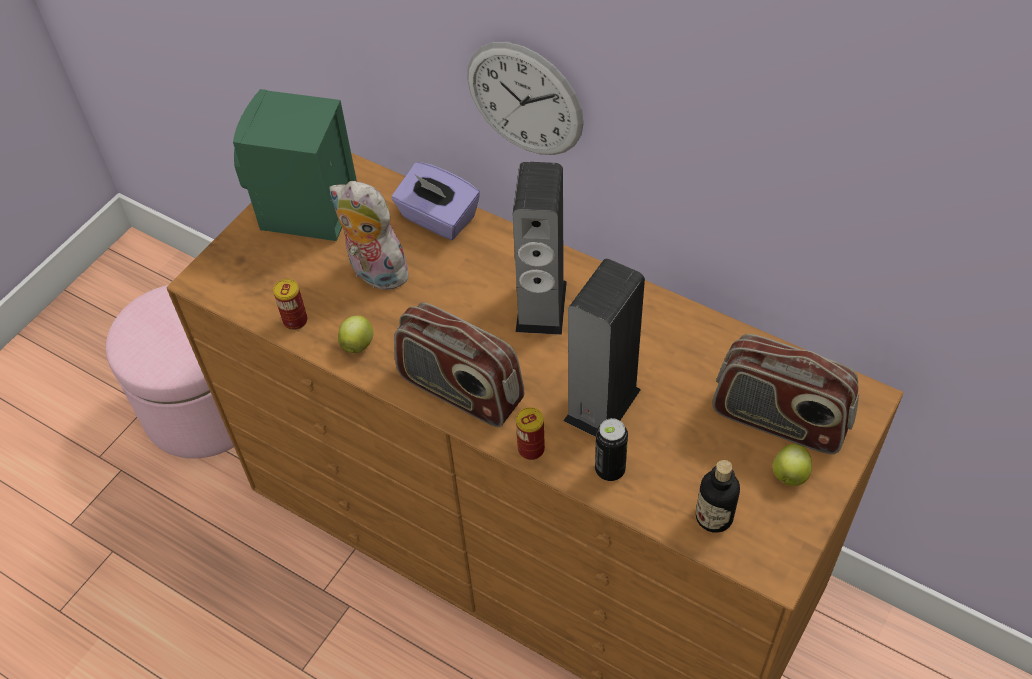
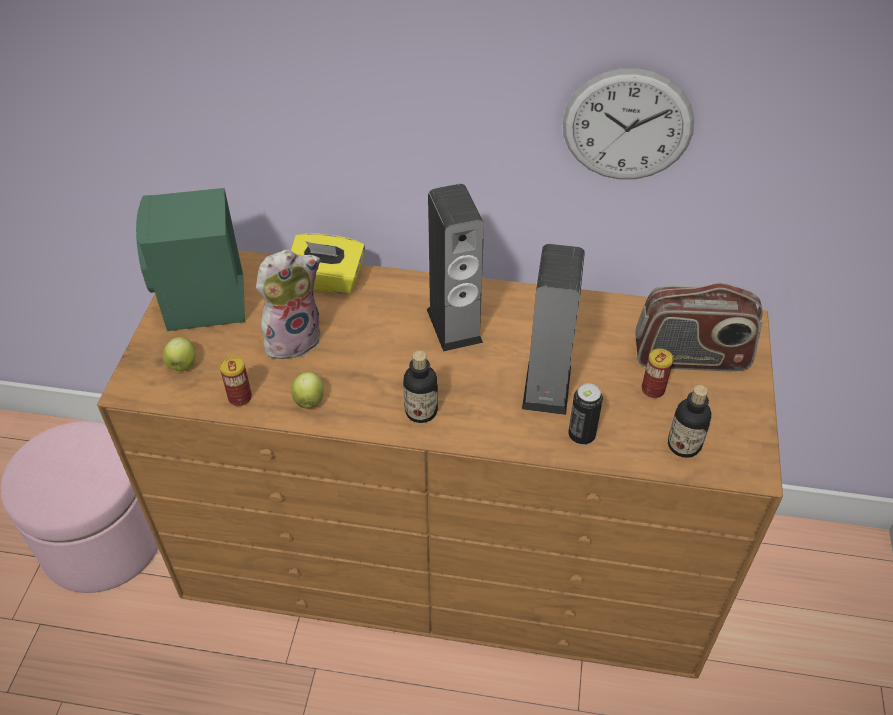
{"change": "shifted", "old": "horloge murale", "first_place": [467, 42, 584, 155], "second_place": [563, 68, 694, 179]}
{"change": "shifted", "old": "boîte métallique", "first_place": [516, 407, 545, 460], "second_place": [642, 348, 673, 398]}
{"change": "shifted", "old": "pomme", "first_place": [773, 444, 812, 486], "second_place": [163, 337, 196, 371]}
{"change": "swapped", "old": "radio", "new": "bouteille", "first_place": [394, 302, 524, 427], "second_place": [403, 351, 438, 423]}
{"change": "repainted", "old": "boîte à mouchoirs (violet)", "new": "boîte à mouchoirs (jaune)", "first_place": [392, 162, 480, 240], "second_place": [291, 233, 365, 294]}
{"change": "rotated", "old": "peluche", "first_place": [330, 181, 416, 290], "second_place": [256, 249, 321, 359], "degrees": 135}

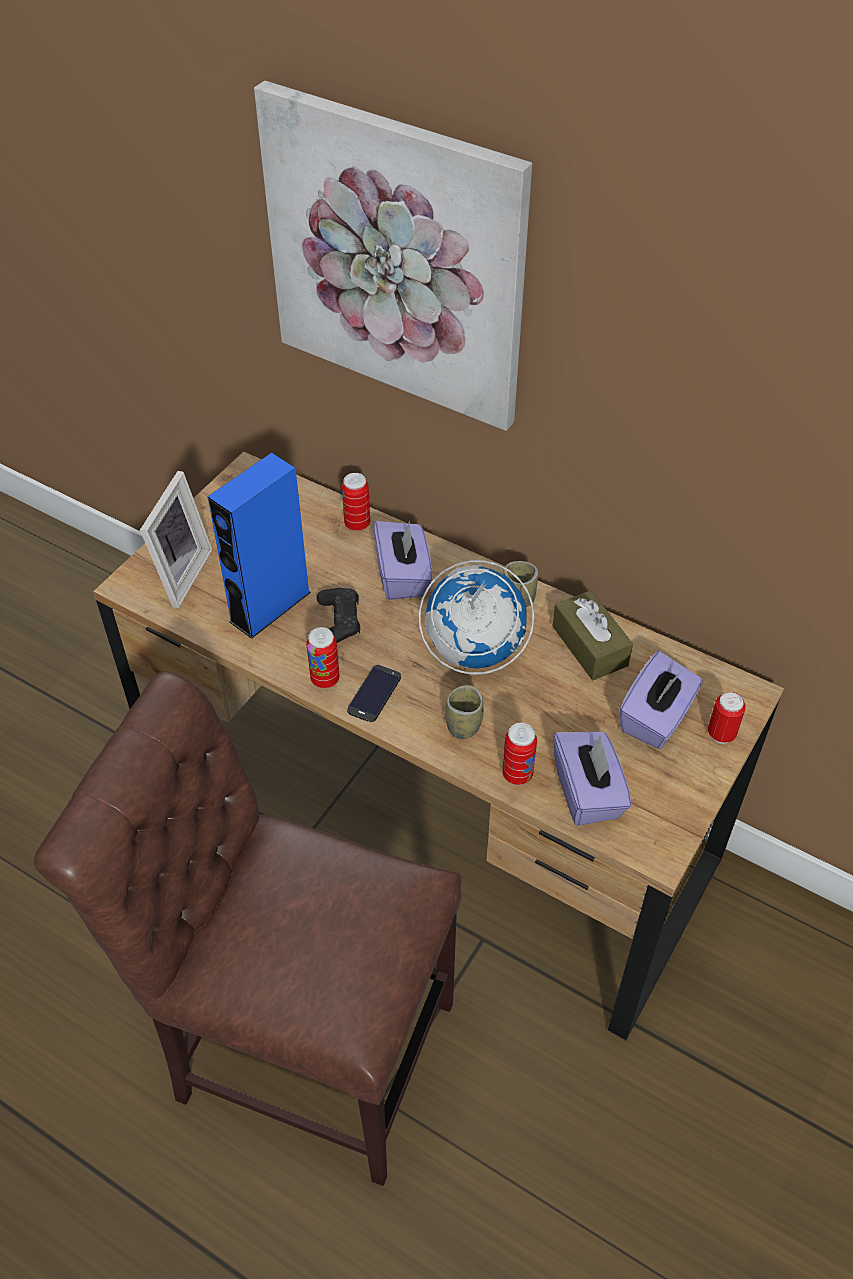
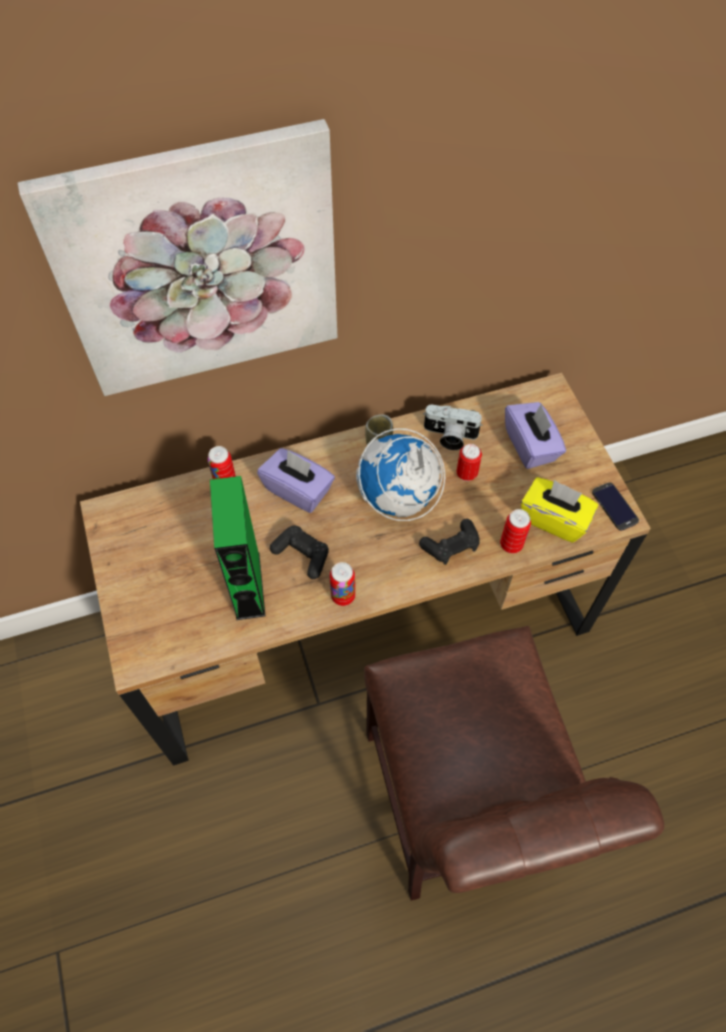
{"change": "gone", "old": "cadre photo", "first_place": [140, 471, 212, 608]}
{"change": "shifted", "old": "téléphone", "first_place": [347, 665, 401, 722], "second_place": [592, 482, 639, 531]}
{"change": "shifted", "old": "boîte métallique", "first_place": [708, 692, 746, 744], "second_place": [456, 444, 482, 481]}
{"change": "swapped", "old": "tasse", "new": "manette (noir)", "first_place": [445, 685, 484, 739], "second_place": [419, 519, 480, 565]}
{"change": "swapped", "old": "boîte à mouchoirs (marron)", "new": "appareil photo", "first_place": [552, 590, 633, 680], "second_place": [423, 405, 482, 450]}
{"change": "repainted", "old": "enceinte (bleu)", "new": "enceinte (vert)", "first_place": [208, 453, 311, 639], "second_place": [210, 476, 265, 620]}
{"change": "repainted", "old": "boîte à mouchoirs (violet)", "new": "boîte à mouchoirs (jaune)", "first_place": [553, 732, 632, 826], "second_place": [521, 477, 598, 542]}
{"change": "rotated", "old": "chaise (marron)", "first_place": [34, 672, 462, 1186], "second_place": [364, 626, 664, 901], "degrees": -75}

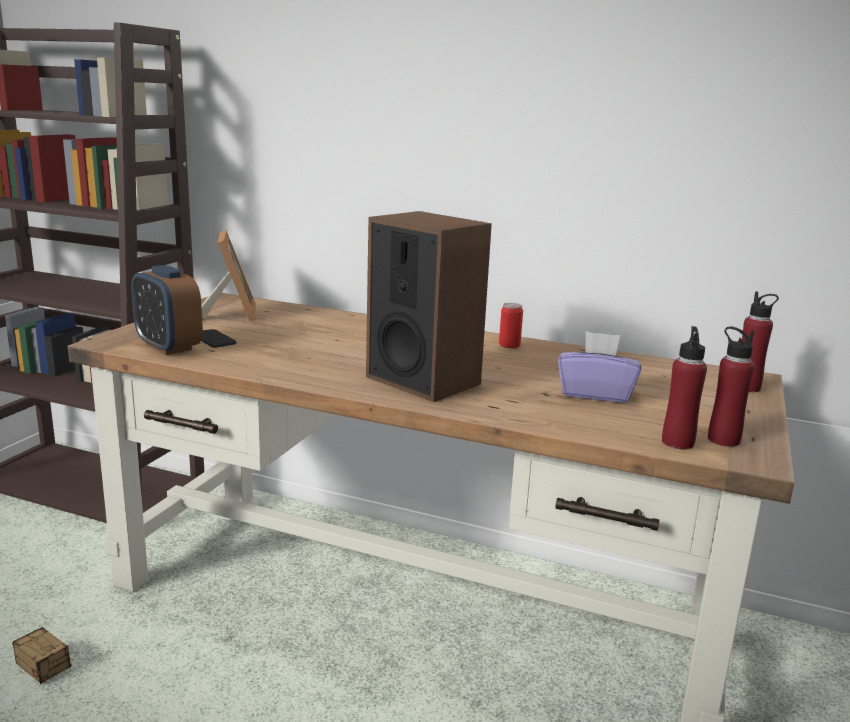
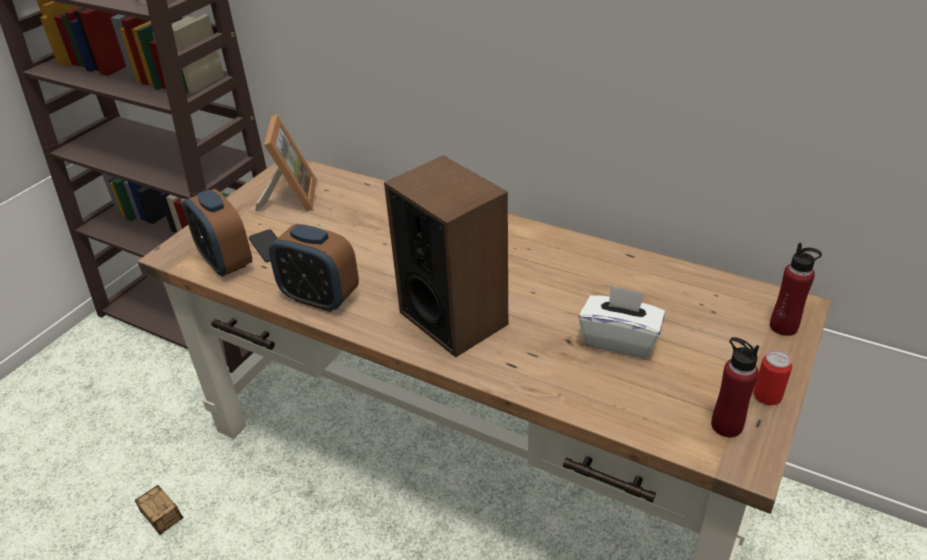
{"change": "gone", "old": "bouteille (rouge)", "first_place": [662, 326, 707, 449]}
{"change": "new", "new": "réveil", "second_place": [269, 224, 359, 312]}
{"change": "shifted", "old": "boîte métallique", "first_place": [499, 303, 523, 348], "second_place": [754, 350, 792, 405]}
{"change": "repainted", "old": "boîte à mouchoirs (violet)", "new": "boîte à mouchoirs (blanc)", "first_place": [558, 331, 641, 403], "second_place": [579, 285, 665, 358]}

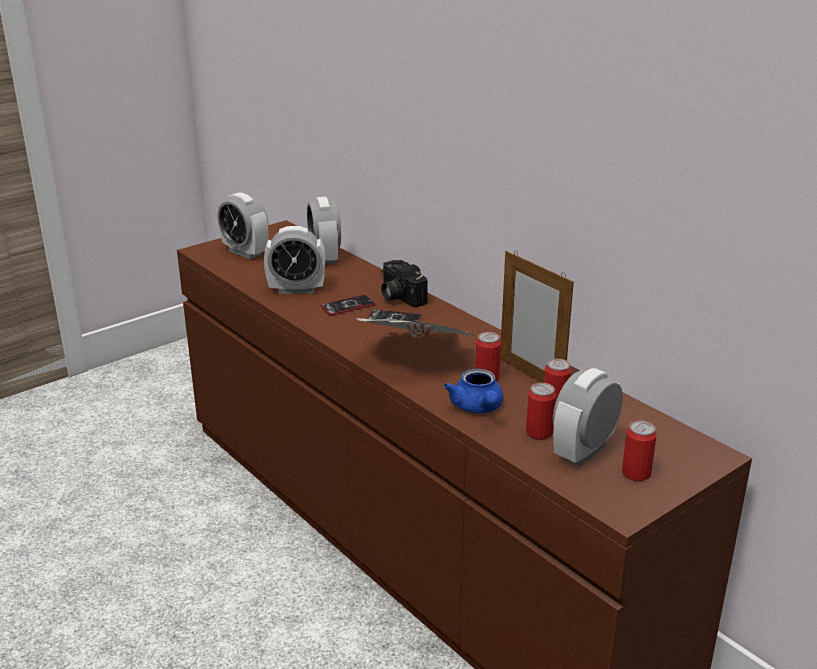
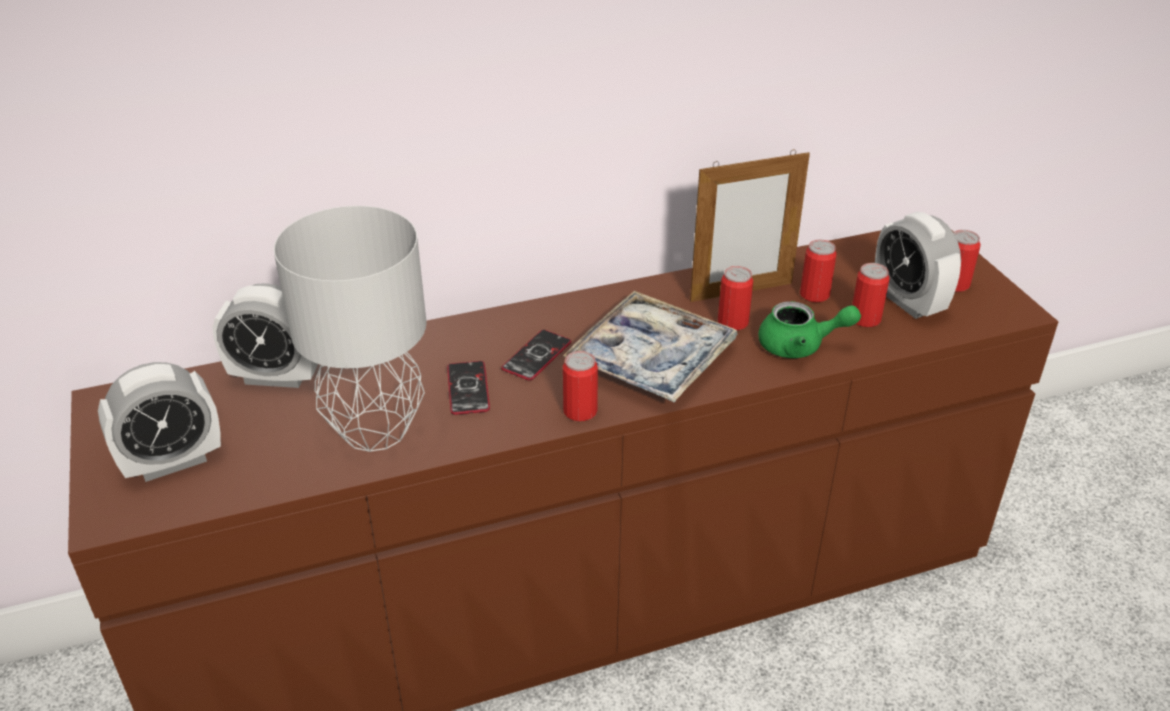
{"change": "gone", "old": "appareil photo", "first_place": [381, 260, 428, 308]}
{"change": "new", "new": "boîte métallique", "second_place": [563, 351, 598, 421]}
{"change": "swapped", "old": "réveil", "new": "lampe de table (gris)", "first_place": [264, 226, 325, 294], "second_place": [274, 206, 427, 452]}
{"change": "swapped", "old": "journal", "new": "plateau", "first_place": [356, 318, 475, 339], "second_place": [563, 291, 738, 403]}
{"change": "repainted", "old": "théière (bleu)", "new": "théière (vert)", "first_place": [444, 369, 503, 413], "second_place": [758, 301, 861, 358]}

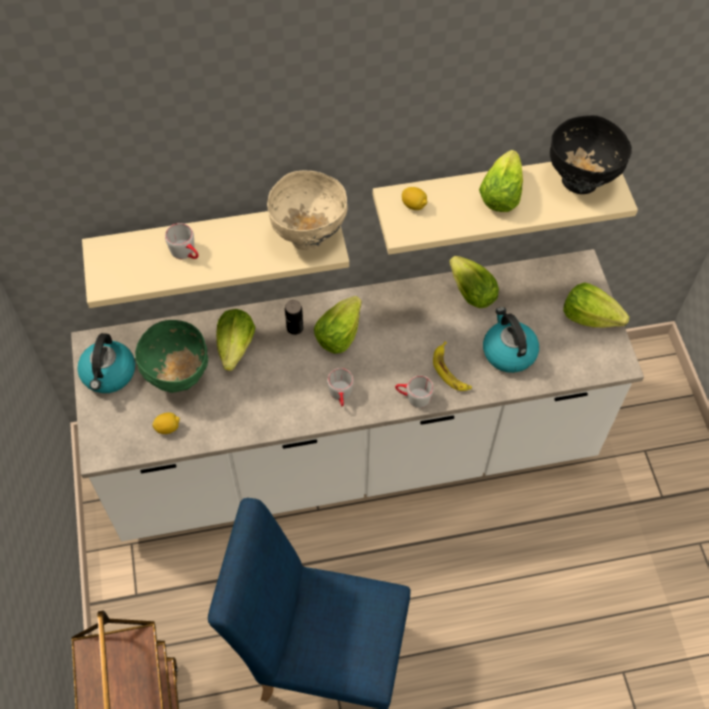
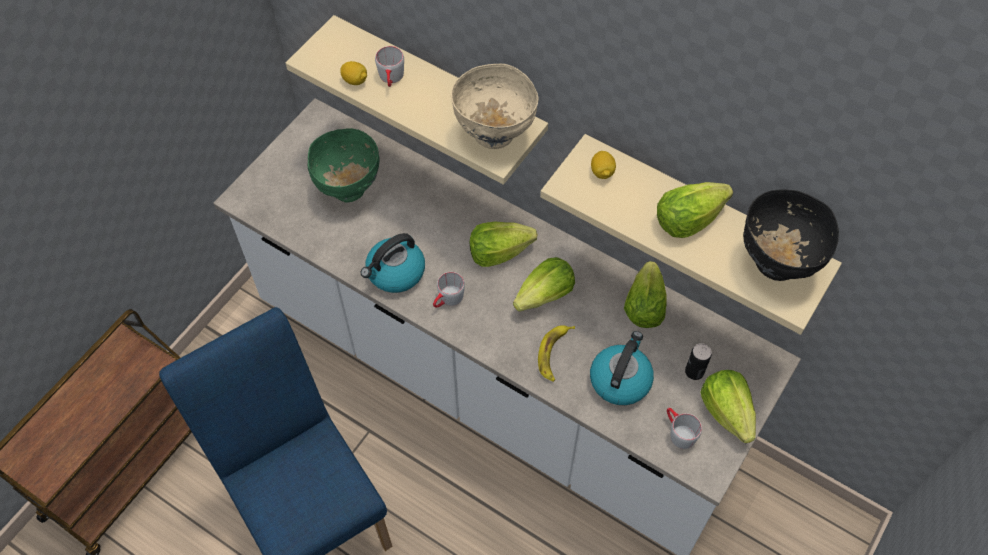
{"change": "shifted", "old": "bouilloire", "first_place": [77, 333, 135, 393], "second_place": [361, 233, 425, 293]}
{"change": "shifted", "old": "citron", "first_place": [153, 413, 180, 434], "second_place": [340, 61, 367, 85]}
{"change": "shifted", "old": "laitue", "first_place": [216, 309, 255, 371], "second_place": [513, 257, 575, 312]}
{"change": "shifted", "old": "boîte métallique", "first_place": [285, 300, 303, 335], "second_place": [685, 343, 712, 380]}
{"change": "shifted", "old": "mug (gris)", "first_place": [395, 376, 434, 408], "second_place": [667, 408, 702, 449]}

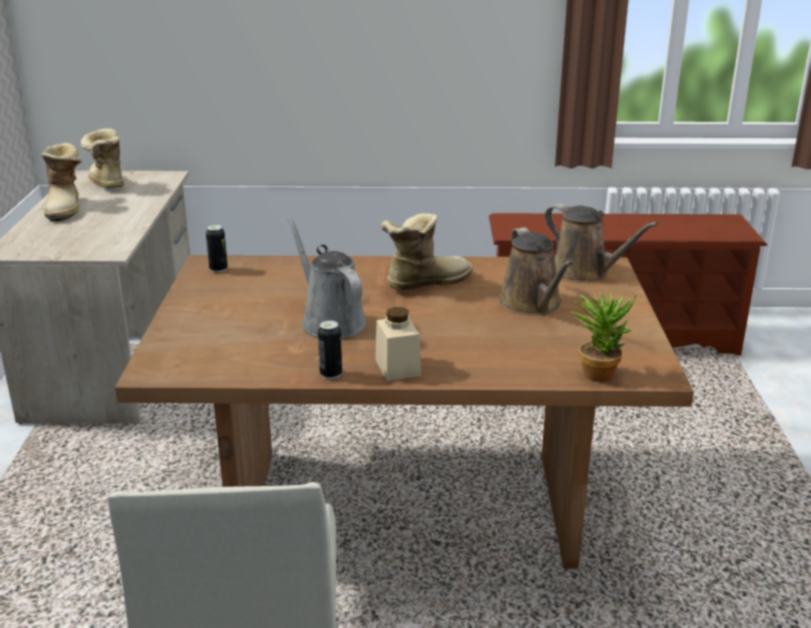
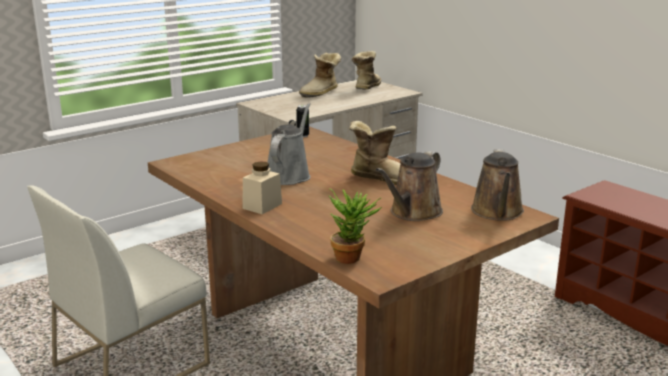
{"change": "gone", "old": "boîte métallique", "first_place": [318, 320, 342, 379]}

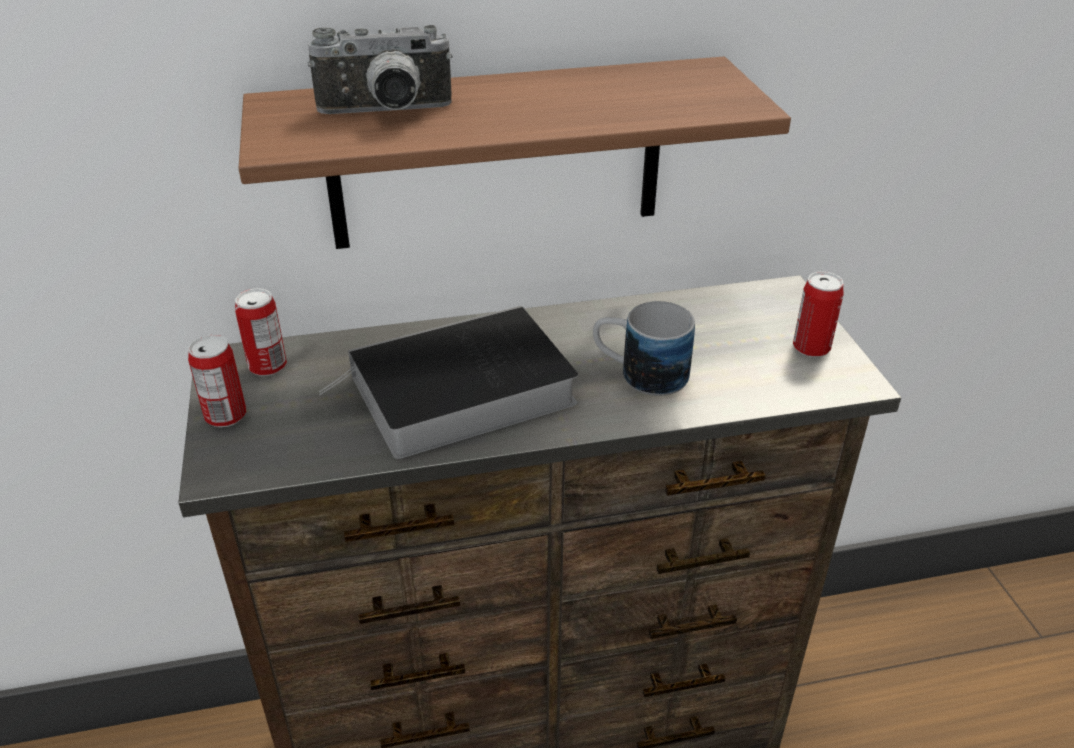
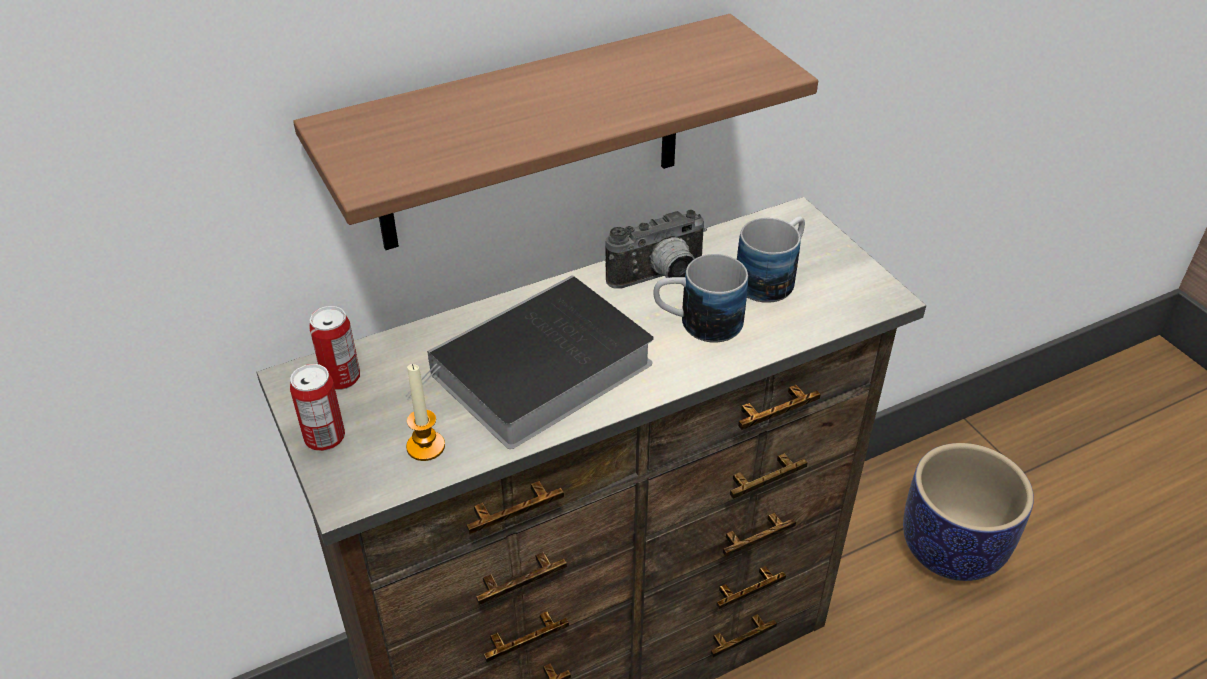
{"change": "gone", "old": "boîte métallique", "first_place": [793, 272, 844, 357]}
{"change": "new", "new": "bougie", "second_place": [406, 364, 445, 461]}
{"change": "new", "new": "mug", "second_place": [737, 217, 805, 303]}
{"change": "new", "new": "cache-pot", "second_place": [903, 443, 1034, 581]}
{"change": "shifted", "old": "appareil photo", "first_place": [308, 25, 453, 114], "second_place": [605, 209, 707, 289]}

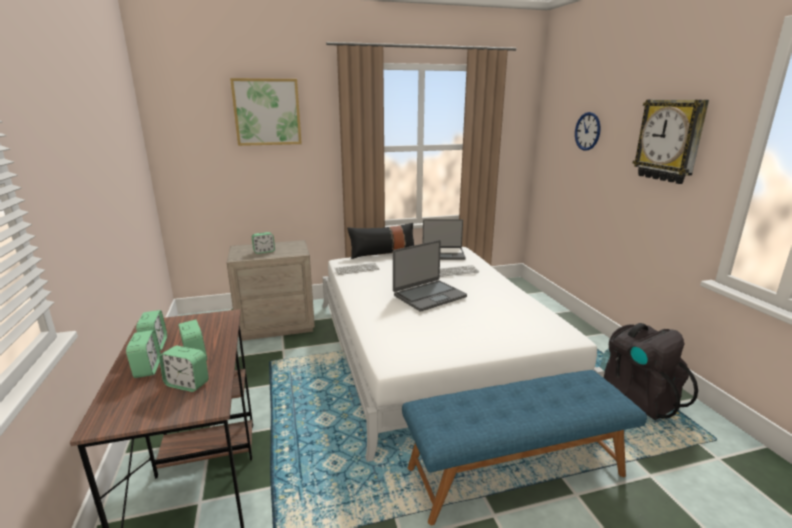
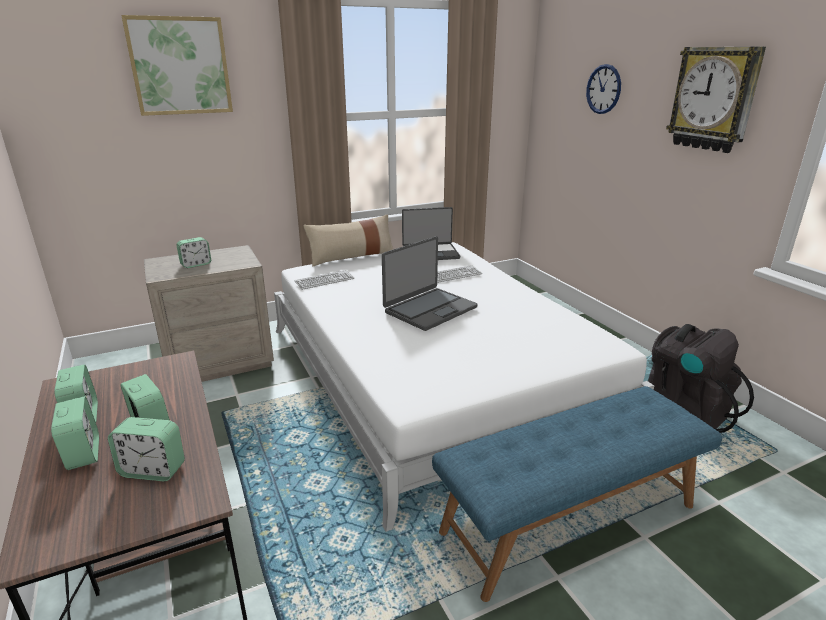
{"change": "repainted", "old": "coussin (noir)", "new": "coussin (beige)", "first_place": [347, 223, 414, 259], "second_place": [303, 214, 393, 267]}

